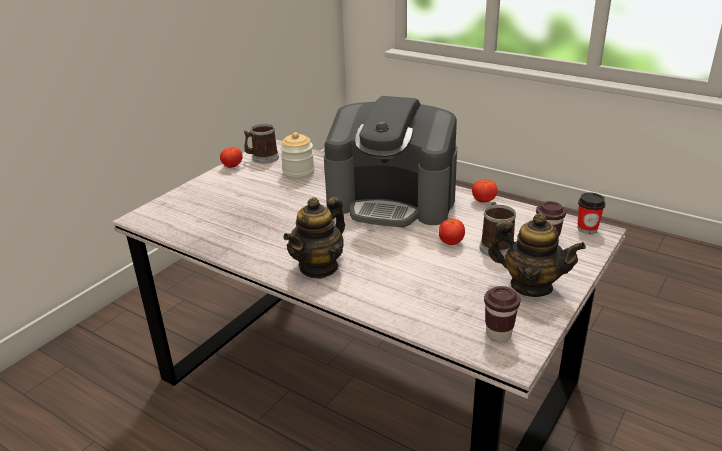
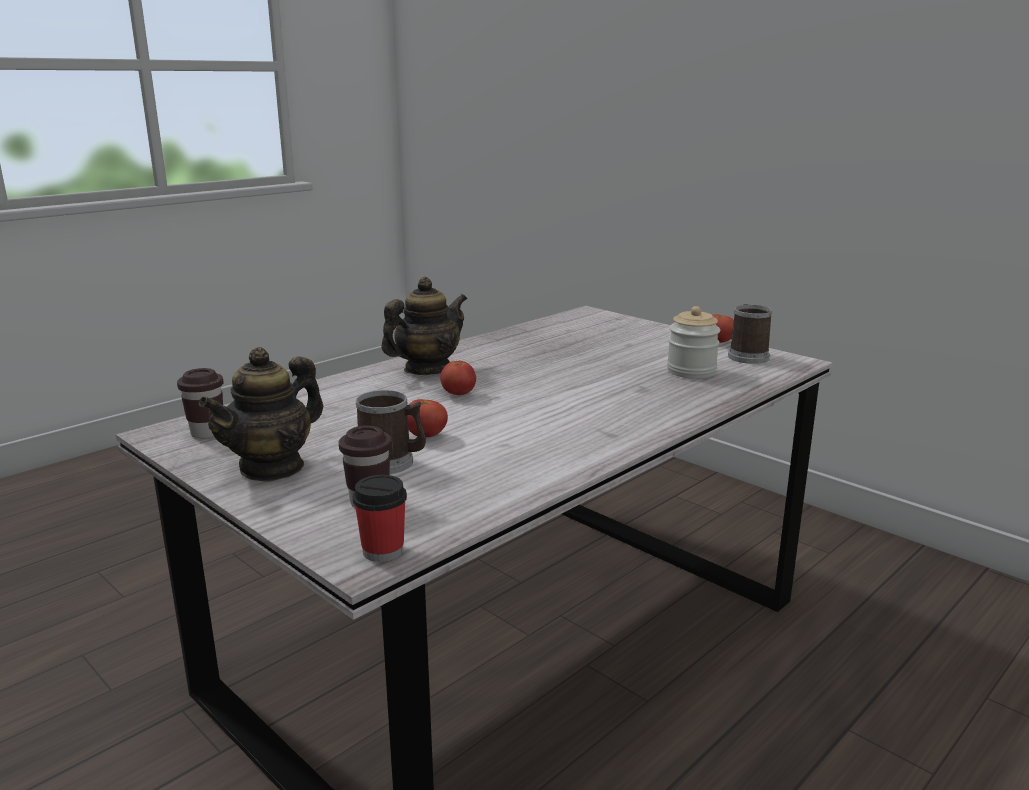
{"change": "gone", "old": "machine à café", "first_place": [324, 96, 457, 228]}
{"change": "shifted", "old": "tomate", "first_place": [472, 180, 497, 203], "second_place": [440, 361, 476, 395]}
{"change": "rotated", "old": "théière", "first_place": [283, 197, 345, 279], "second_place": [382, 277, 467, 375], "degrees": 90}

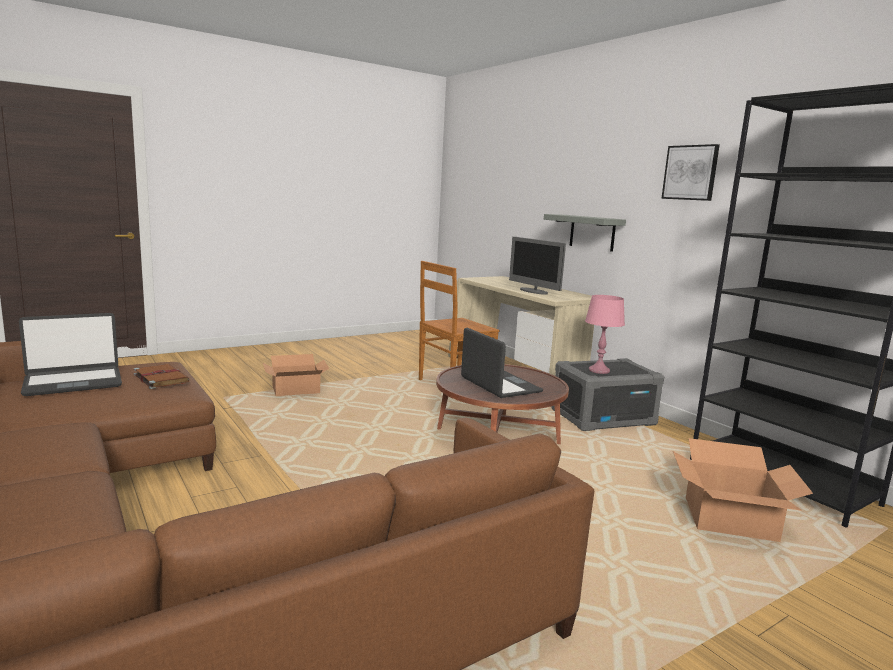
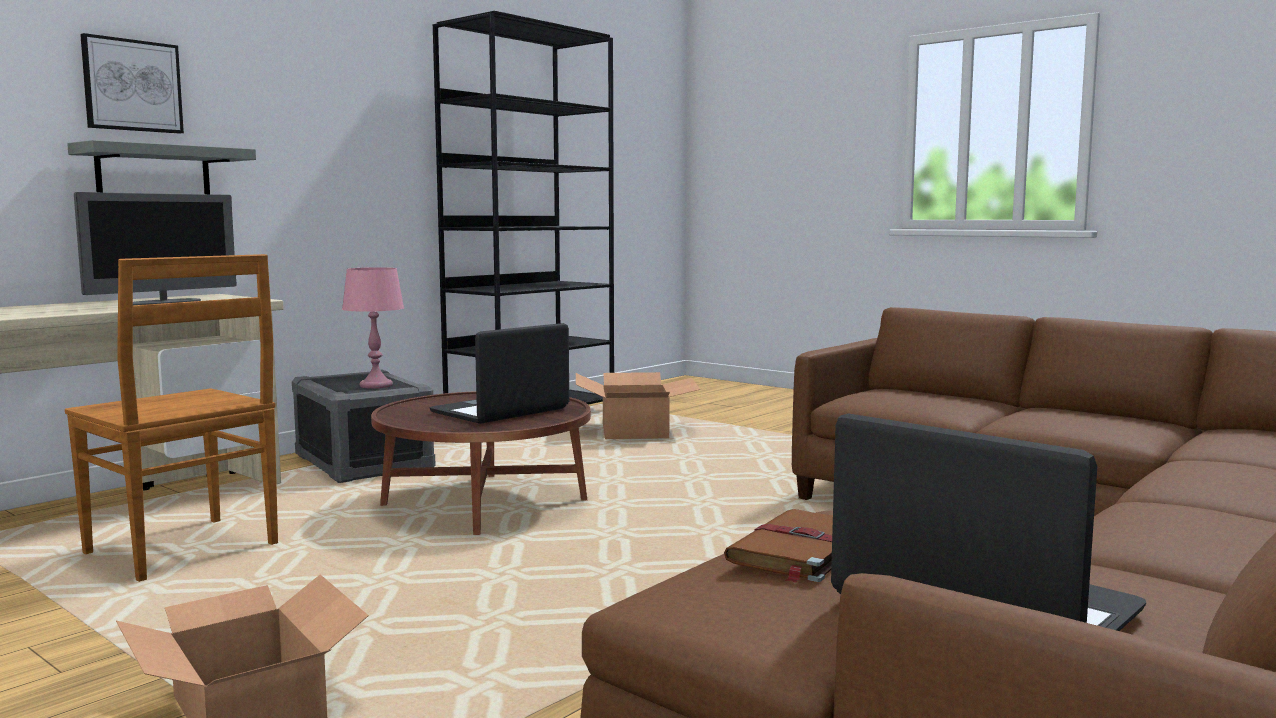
{"change": "shifted", "old": "tableau", "first_place": [661, 144, 720, 201], "second_place": [80, 33, 184, 134]}

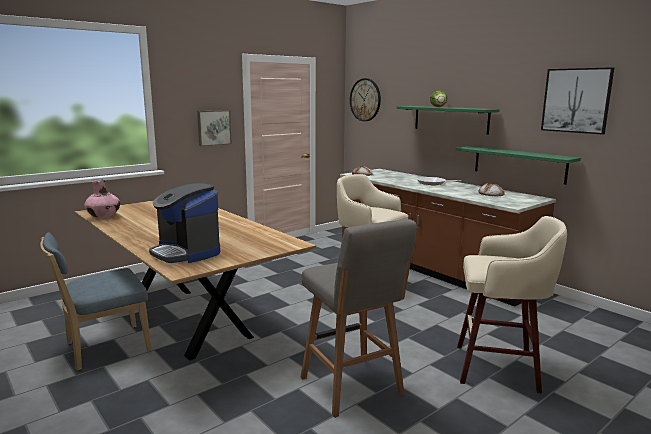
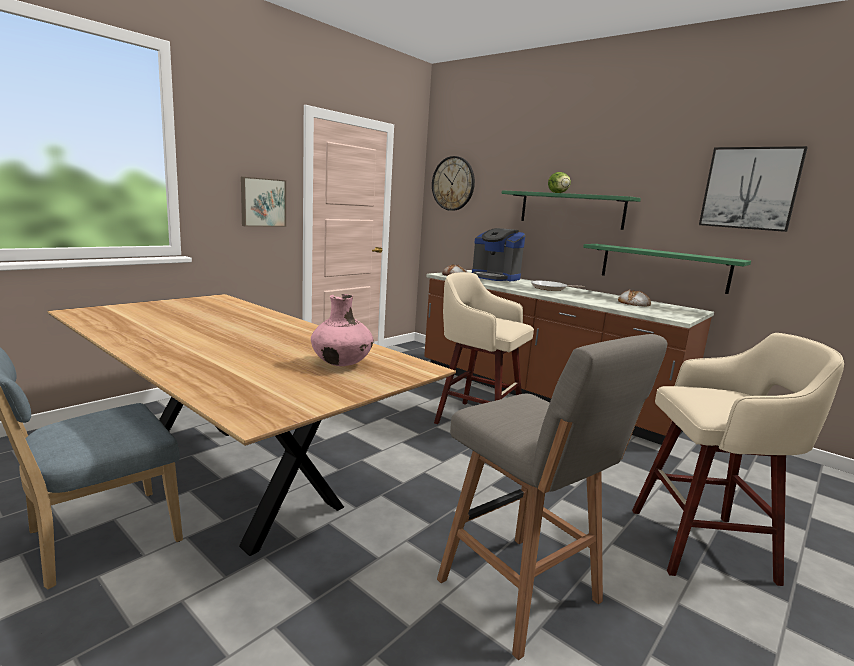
{"change": "shifted", "old": "vase (rose)", "first_place": [84, 180, 120, 218], "second_place": [311, 294, 374, 366]}
{"change": "shifted", "old": "machine à café", "first_place": [149, 183, 220, 263], "second_place": [472, 228, 525, 282]}

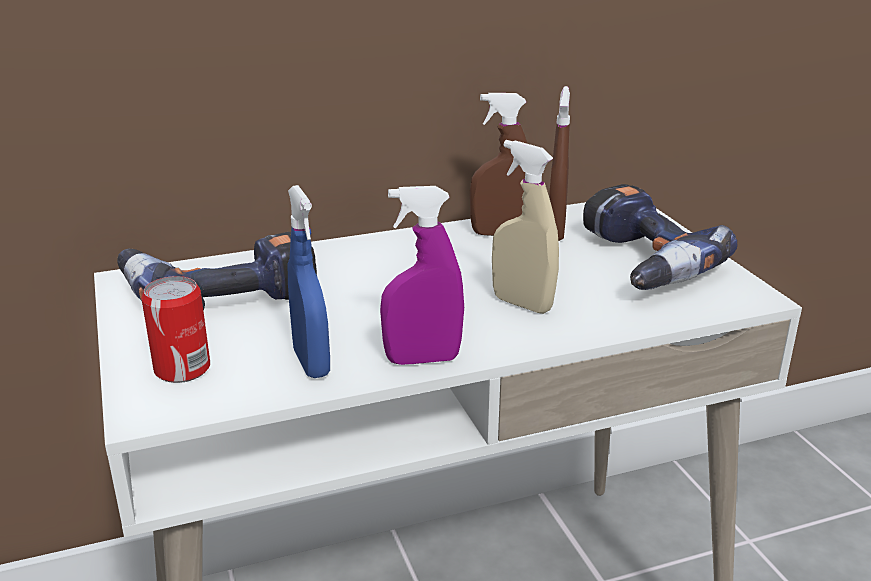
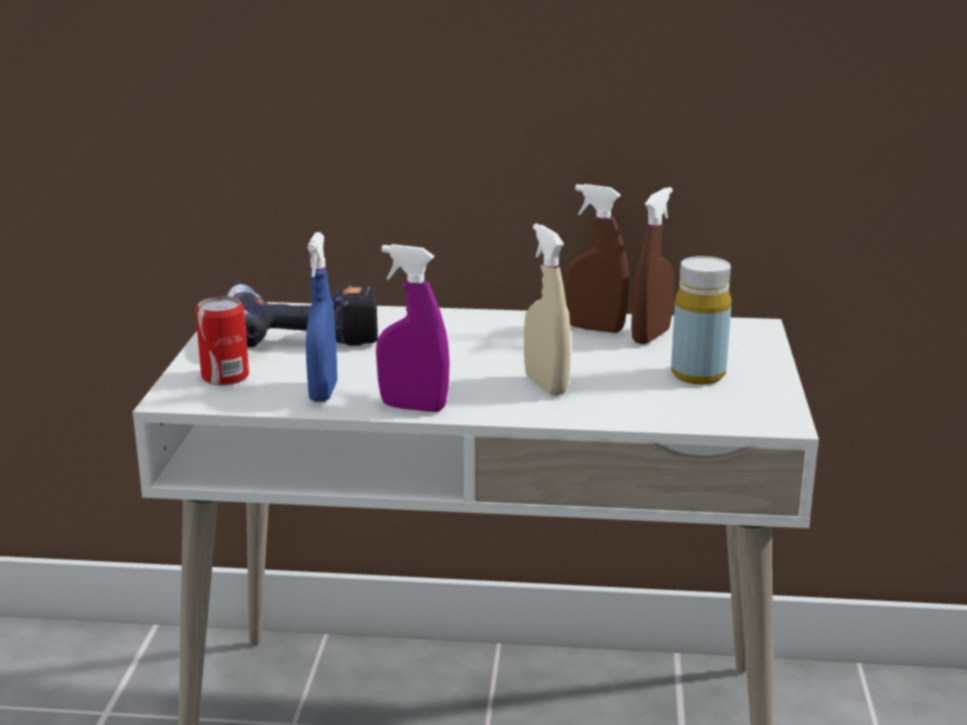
{"change": "swapped", "old": "perceuse", "new": "bouteille (jaune)", "first_place": [583, 184, 737, 290], "second_place": [671, 256, 731, 385]}

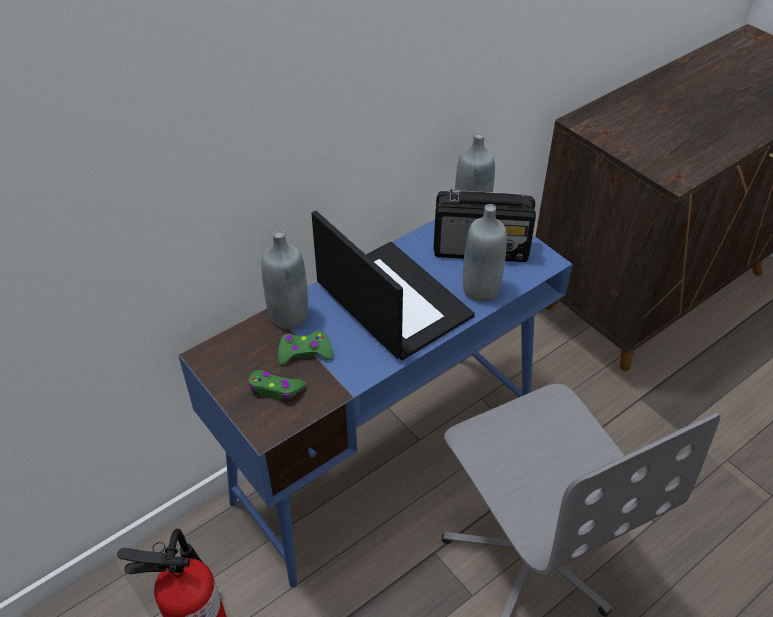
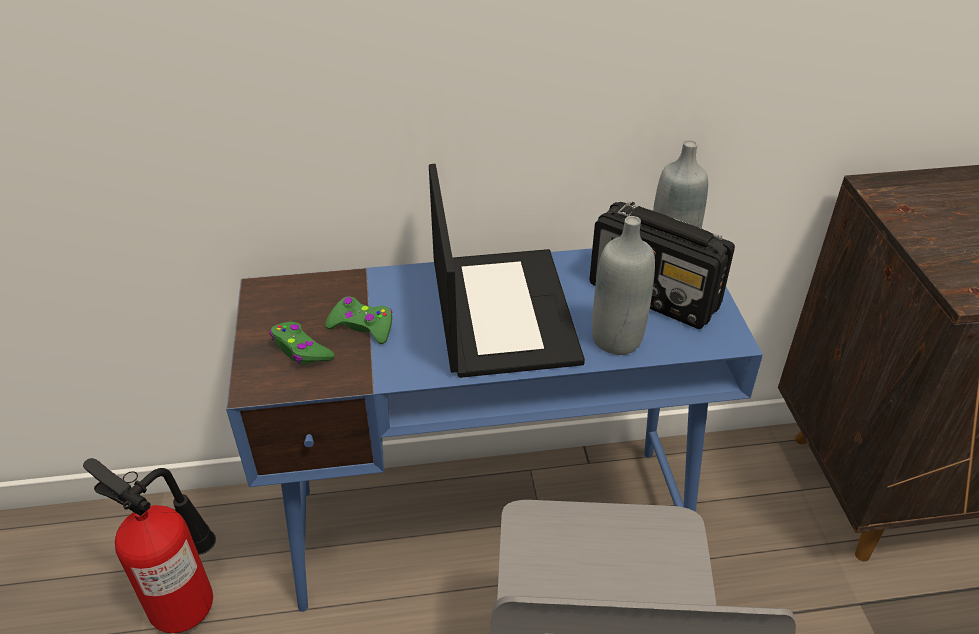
{"change": "gone", "old": "bouteille (gris)", "first_place": [261, 230, 308, 329]}

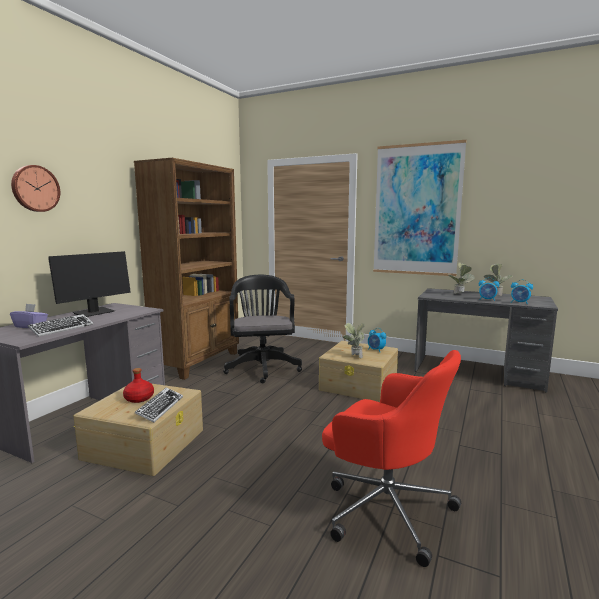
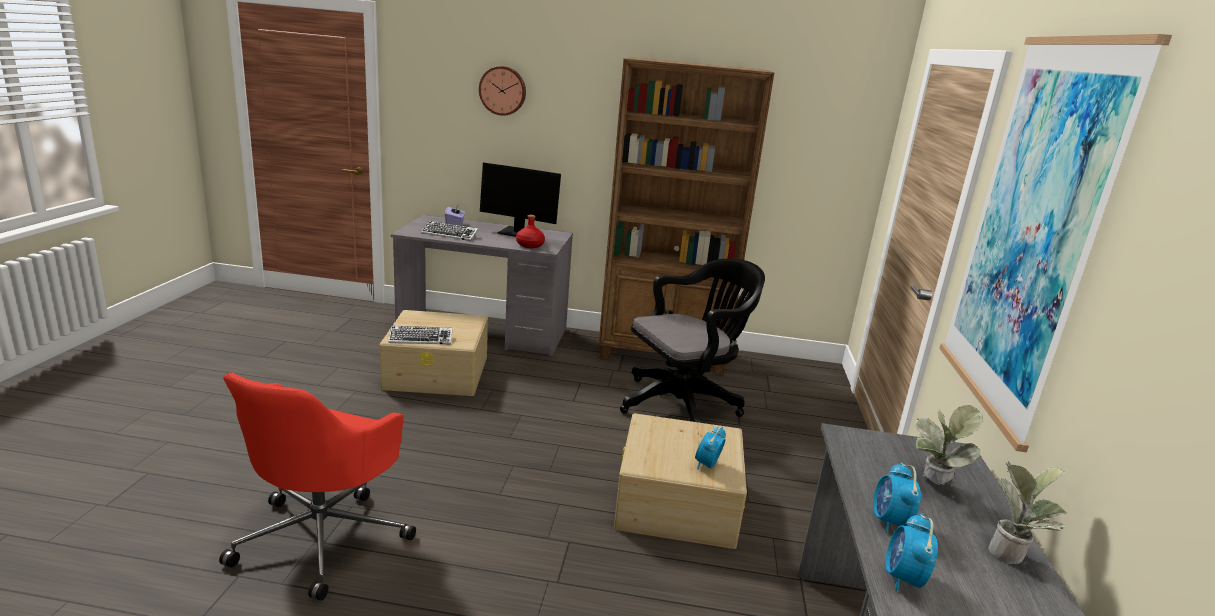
{"change": "gone", "old": "plante en pot", "first_place": [342, 323, 365, 358]}
{"change": "shifted", "old": "bouteille (rouge)", "first_place": [123, 368, 154, 403], "second_place": [516, 215, 545, 248]}

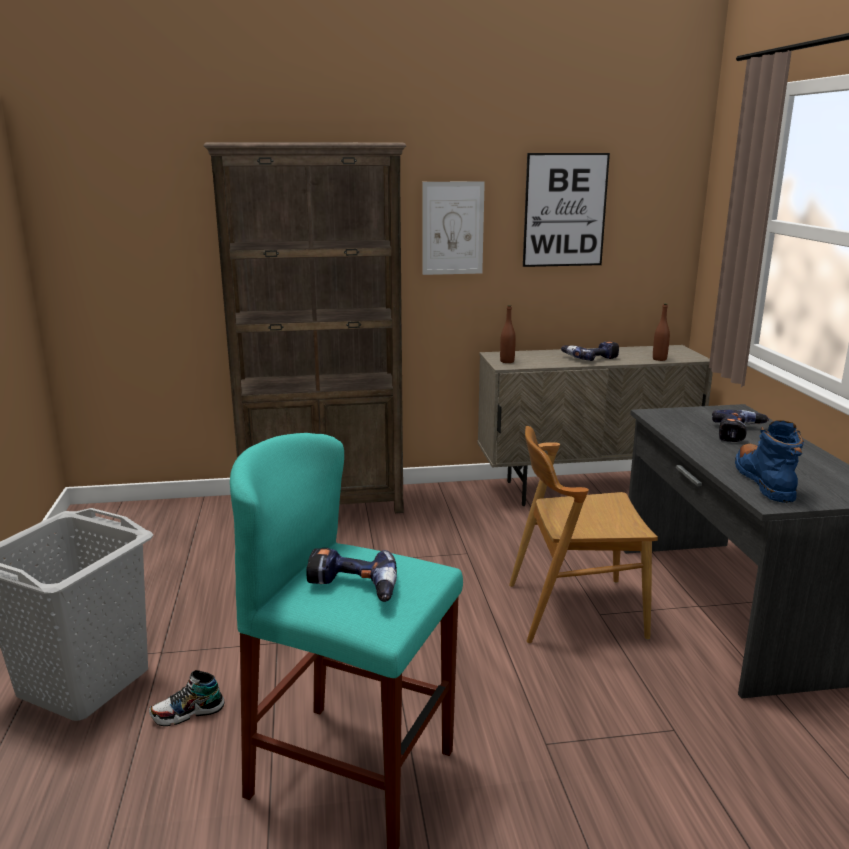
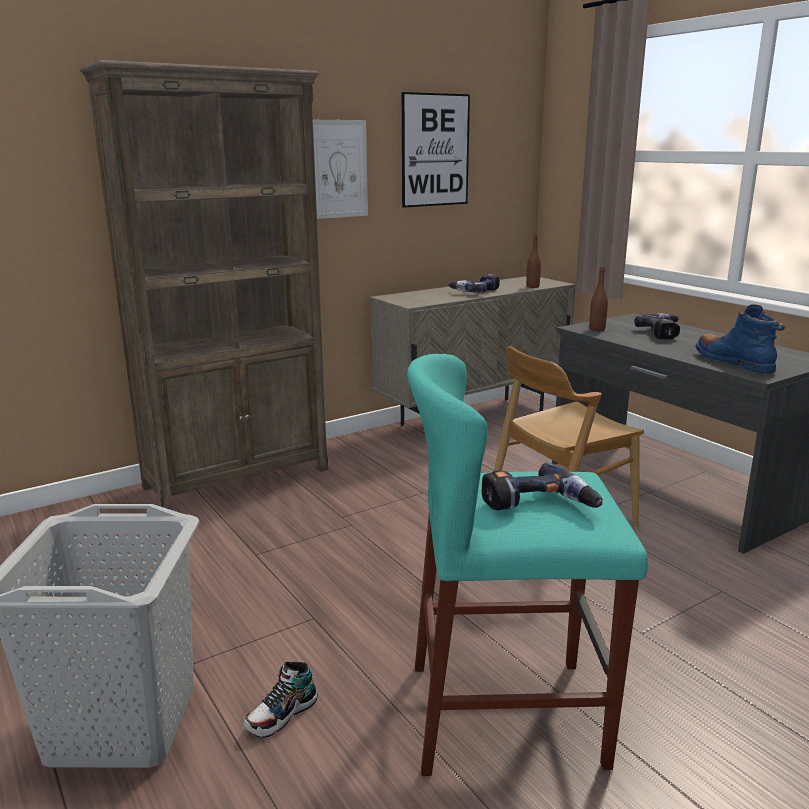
{"change": "shifted", "old": "bouteille (marron)", "first_place": [500, 305, 516, 363], "second_place": [589, 267, 608, 331]}

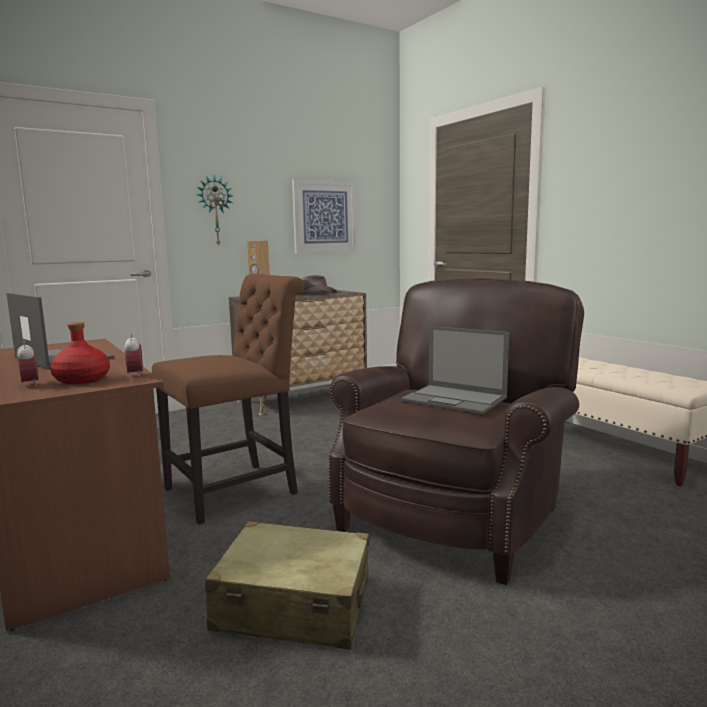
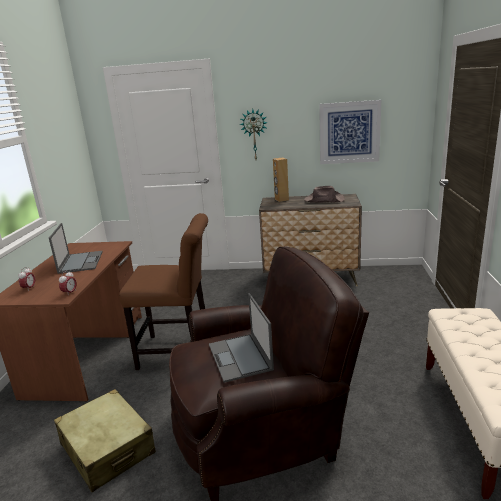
{"change": "gone", "old": "bouteille (rouge)", "first_place": [50, 322, 110, 384]}

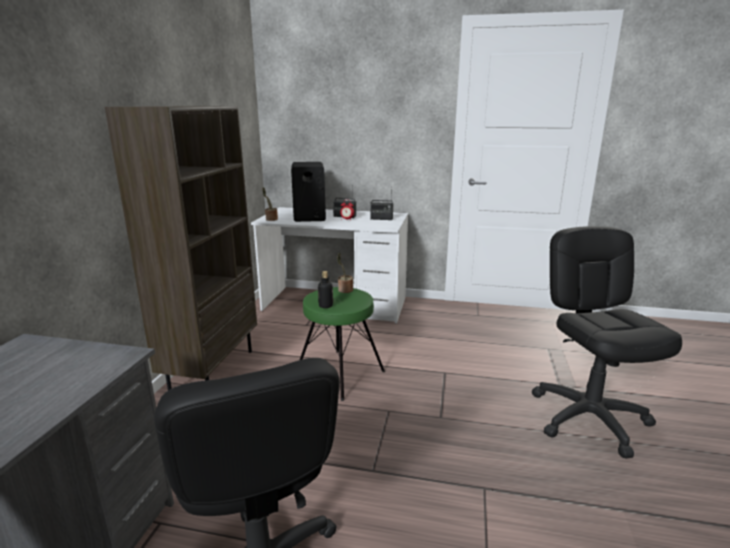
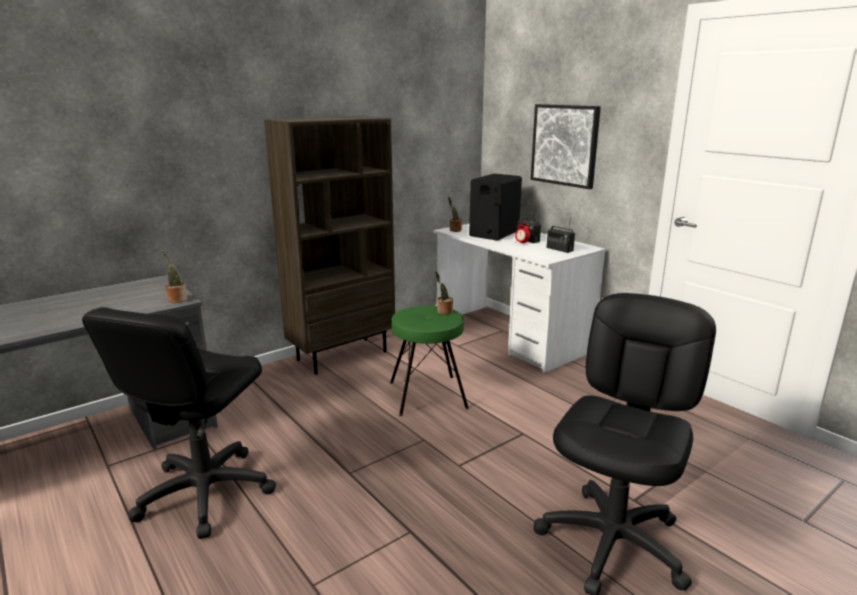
{"change": "gone", "old": "bouteille", "first_place": [318, 271, 333, 308]}
{"change": "new", "new": "plante en pot", "second_place": [161, 250, 188, 303]}
{"change": "new", "new": "tableau", "second_place": [531, 104, 601, 189]}

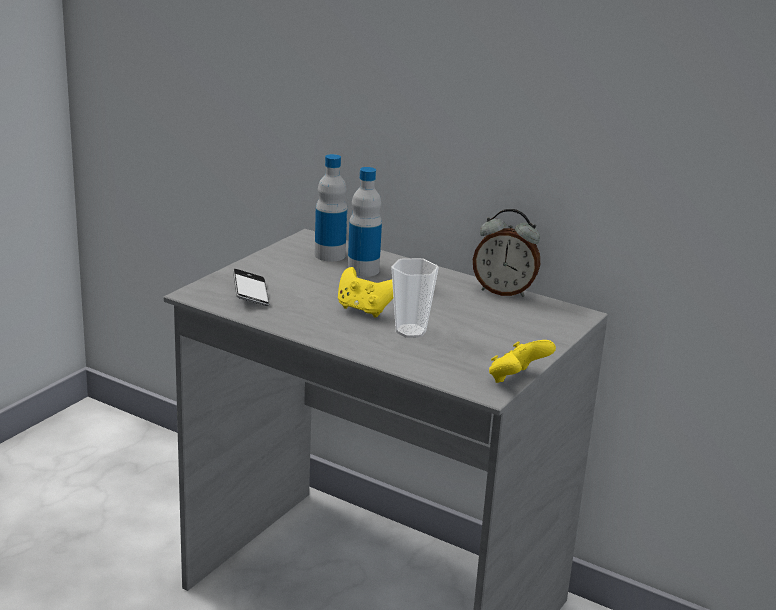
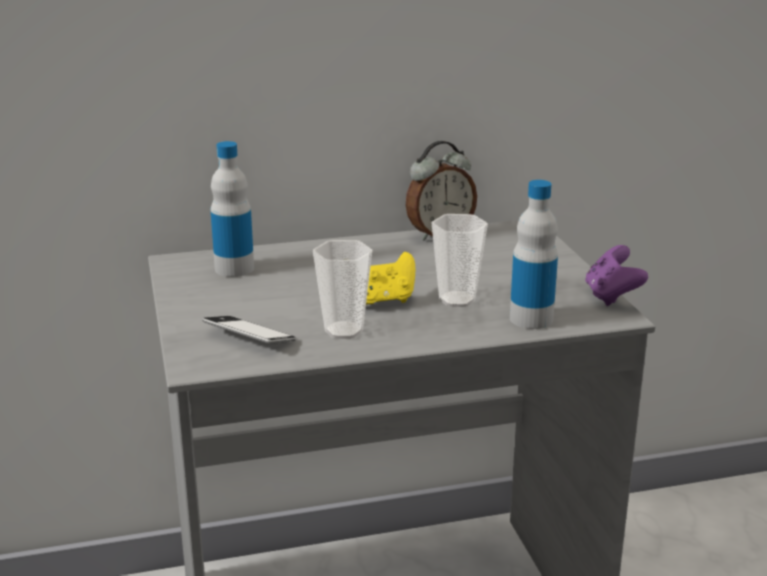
{"change": "new", "new": "tasse", "second_place": [313, 240, 372, 339]}
{"change": "shifted", "old": "bouteille", "first_place": [348, 167, 382, 277], "second_place": [510, 180, 558, 329]}
{"change": "repainted", "old": "manette (jaune)", "new": "manette (violet)", "first_place": [489, 340, 556, 383], "second_place": [585, 245, 648, 306]}

